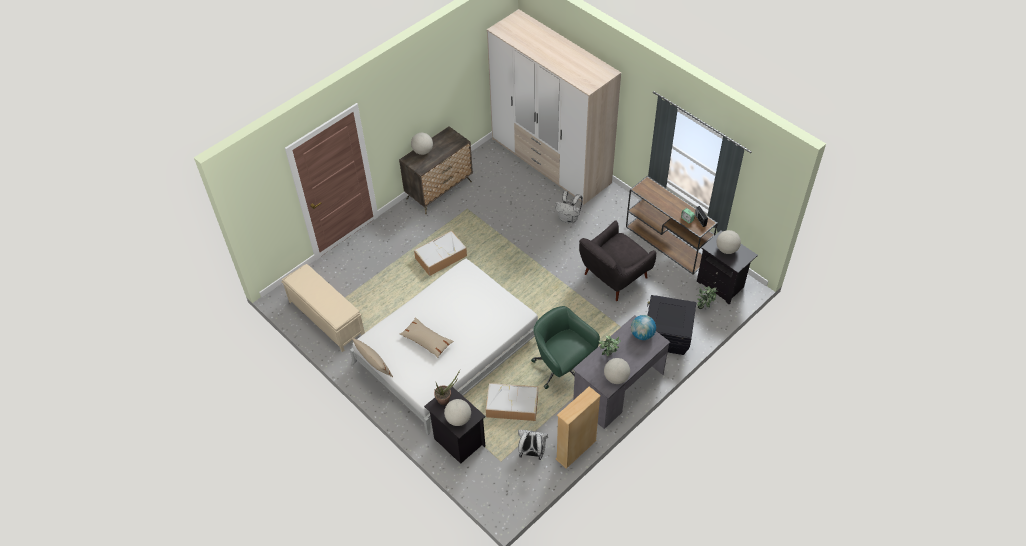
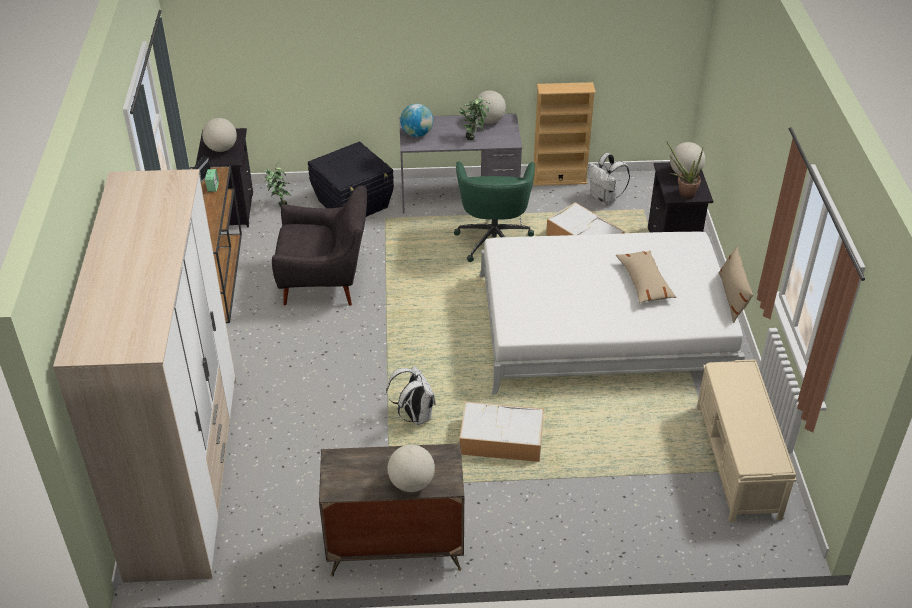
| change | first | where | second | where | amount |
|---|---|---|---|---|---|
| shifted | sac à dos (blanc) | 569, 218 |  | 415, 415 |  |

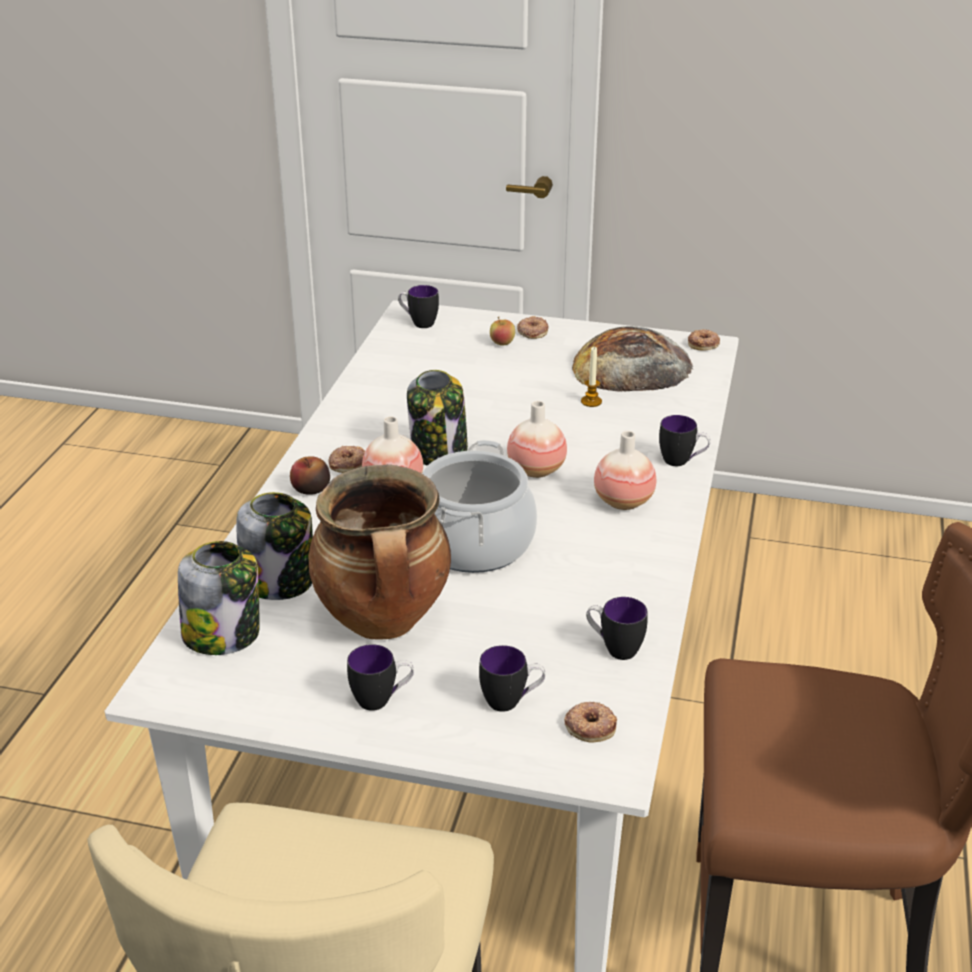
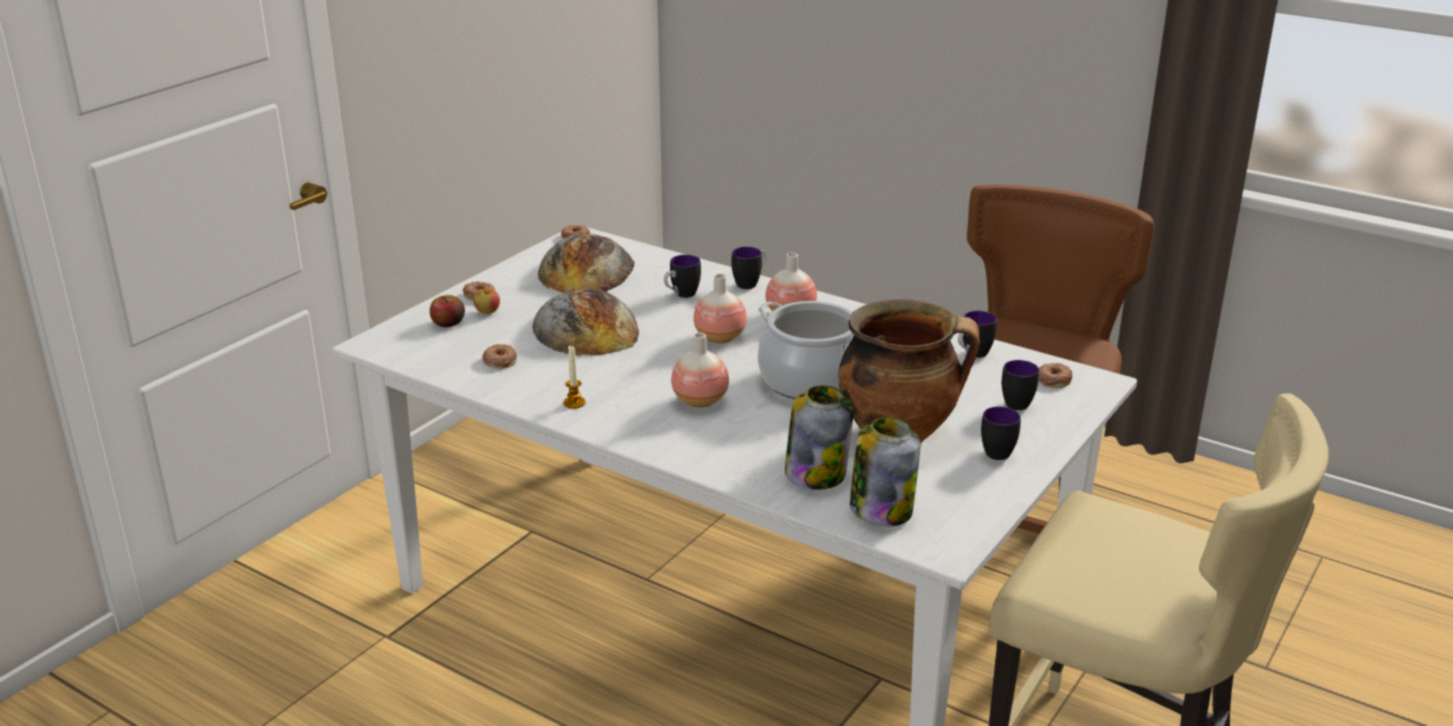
| change | first | where | second | where | amount |
|---|---|---|---|---|---|
| shifted | mug | 418, 323 |  | 681, 295 |  |
| shifted | bougie | 591, 401 |  | 574, 403 |  |
| gone | bocal | 439, 452 |  |  |  |
| shifted | beignet | 347, 463 |  | 500, 360 |  |
| shifted | pomme | 311, 489 |  | 448, 323 |  |
| new |  |  | pain | 586, 328 |  |

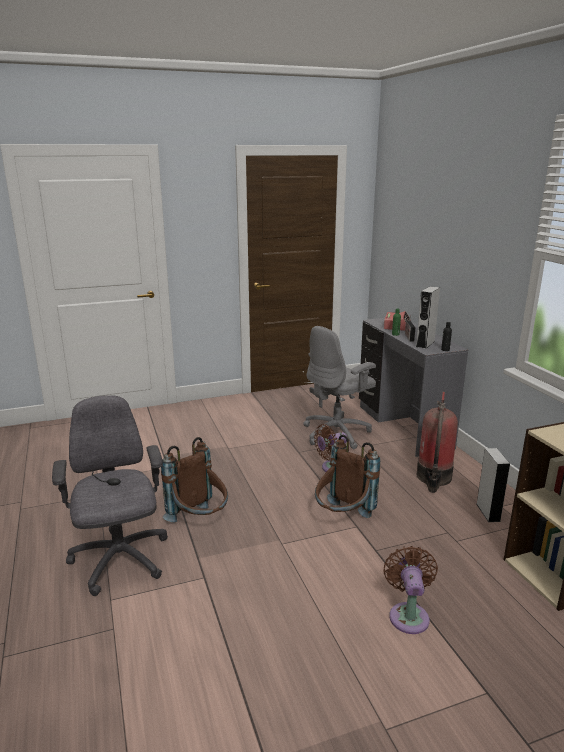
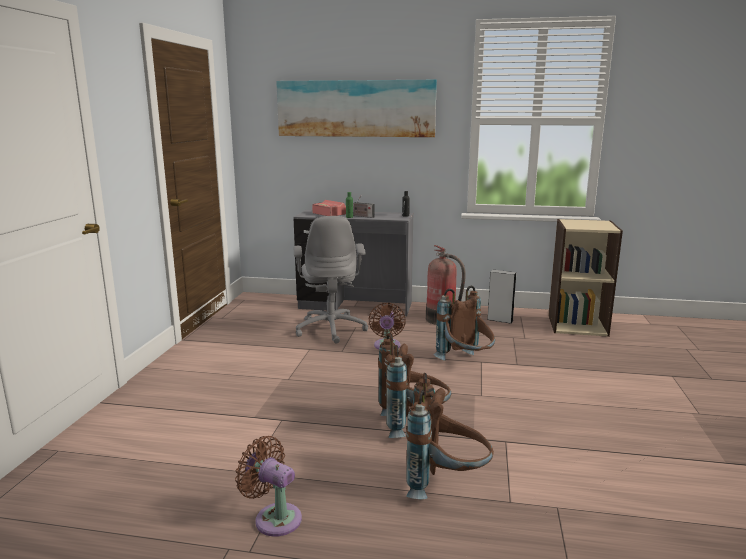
| change | first | where | second | where | amount |
|---|---|---|---|---|---|
| gone | enceinte (gris) | 425, 344 |  |  |  |
| swapped | chaise de bureau (gris) | 120, 561 | sac à dos (marron) | 445, 484 |  |
| shifted | ventilateur (marron) | 408, 614 |  | 274, 517 |  |
| new |  |  | tableau | 355, 108 |  |

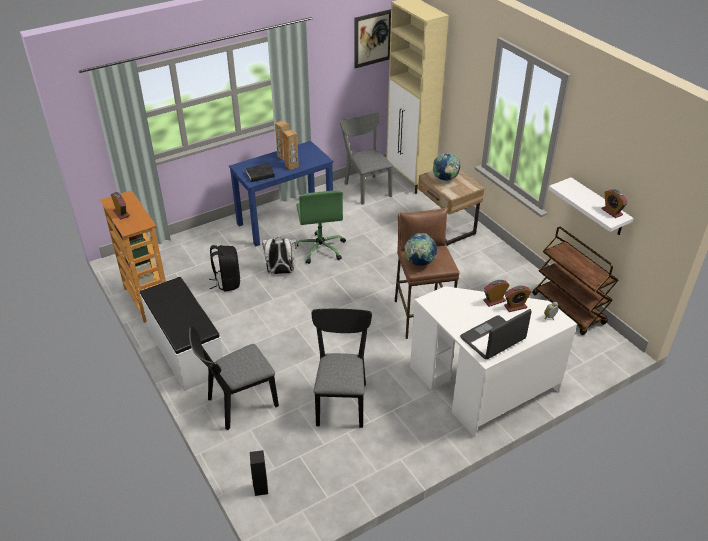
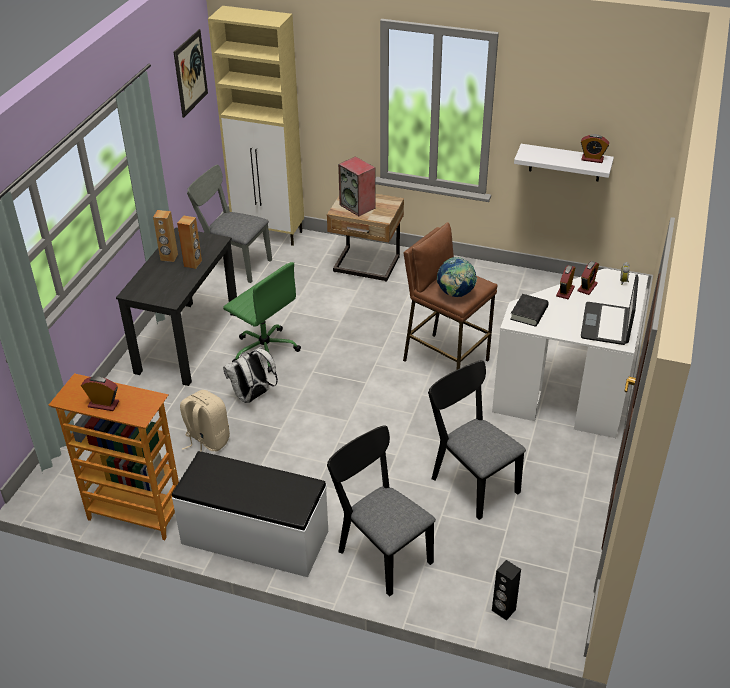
| change | first | where | second | where | amount |
|---|---|---|---|---|---|
| repainted | bureau (bleu) | 285, 221 | bureau (noir) | 188, 341 |  |
| swapped | globe | 445, 179 | enceinte | 358, 206 |  |
| shifted | livre (noir) | 260, 175 |  | 529, 313 |  |
| gone | chariot (marron) | 569, 309 |  |  |  |
| repainted | sac à dos (noir) | 227, 282 | sac à dos (beige) | 206, 441 |  |
| rotated | chaise (noir) | 237, 404 |  | 380, 552 | 120 degrees clockwise |

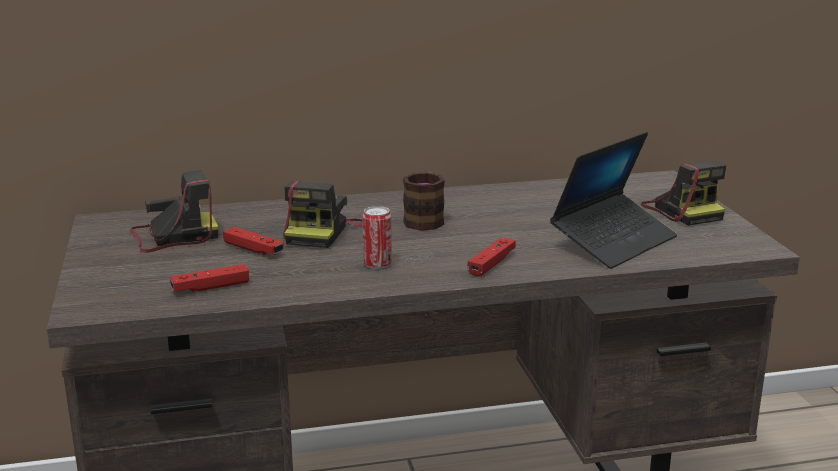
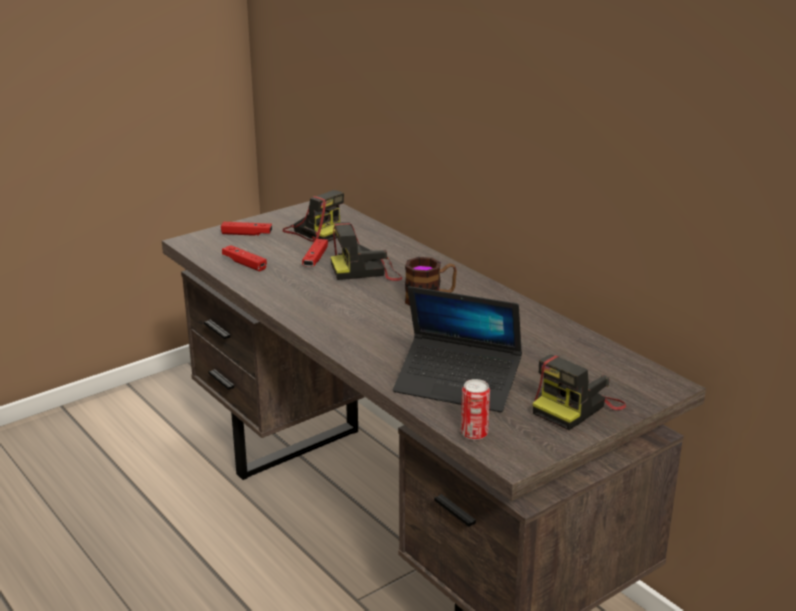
| change | first | where | second | where | amount |
|---|---|---|---|---|---|
| shifted | boîte métallique | 377, 264 |  | 474, 434 |  |
| shifted | manette (rouge) | 491, 264 |  | 246, 234 |  |

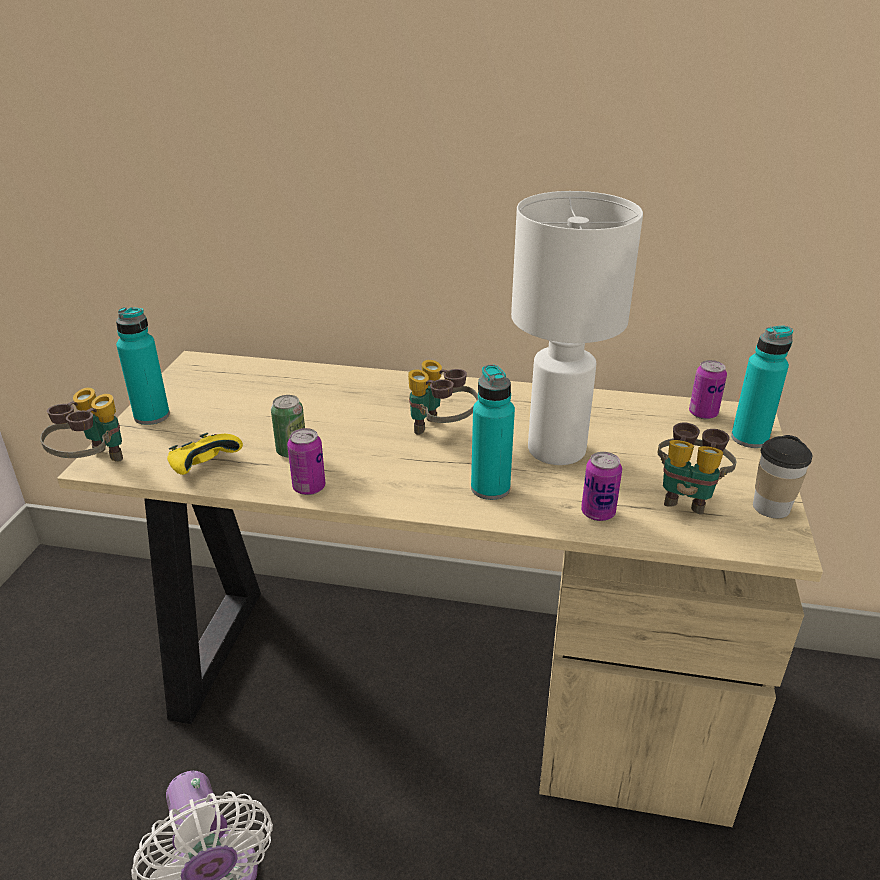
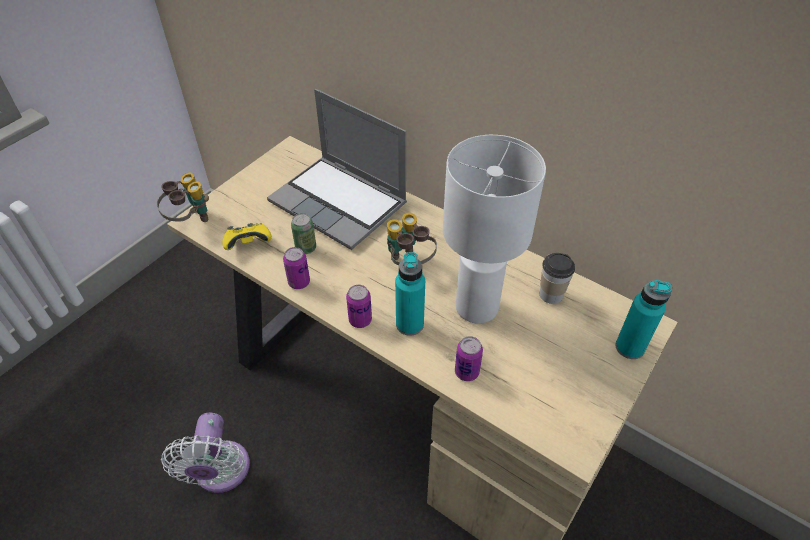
| change | first | where | second | where | amount |
|---|---|---|---|---|---|
| gone | bouteille (turquoise) | 152, 416 |  |  |  |
| shifted | boîte métallique | 703, 413 |  | 360, 320 |  |
| gone | jumelles | 687, 497 |  |  |  |
| shifted | tasse | 771, 507 |  | 551, 294 |  |
| new |  |  | ordinateur portable | 340, 203 |  |

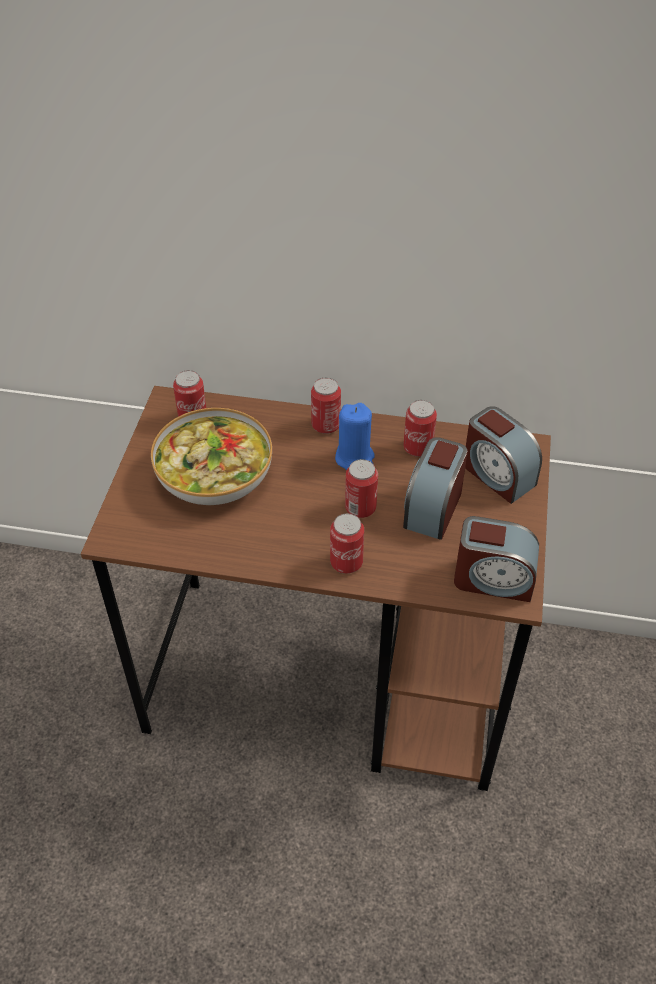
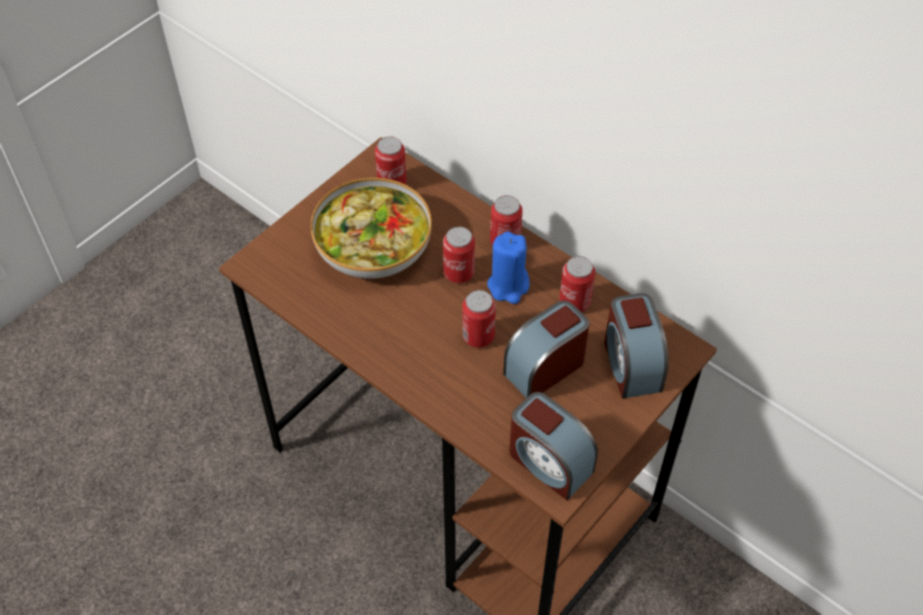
| change | first | where | second | where | amount |
|---|---|---|---|---|---|
| shifted | boîte métallique | 346, 562 |  | 459, 273 |  |

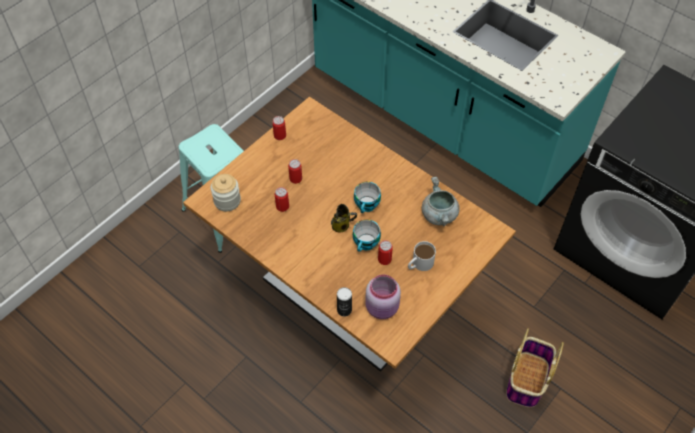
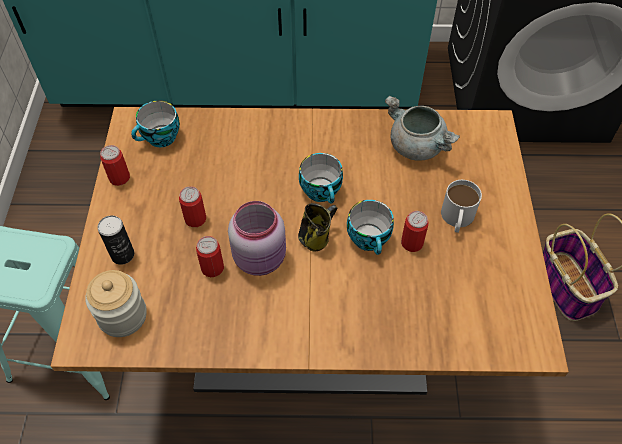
| change | first | where | second | where | amount |
|---|---|---|---|---|---|
| shifted | bocal (rose) | 382, 308 |  | 261, 258 |  |
| shifted | boîte métallique | 344, 310 |  | 122, 255 |  |
| new |  |  | tasse | 160, 138 |  |

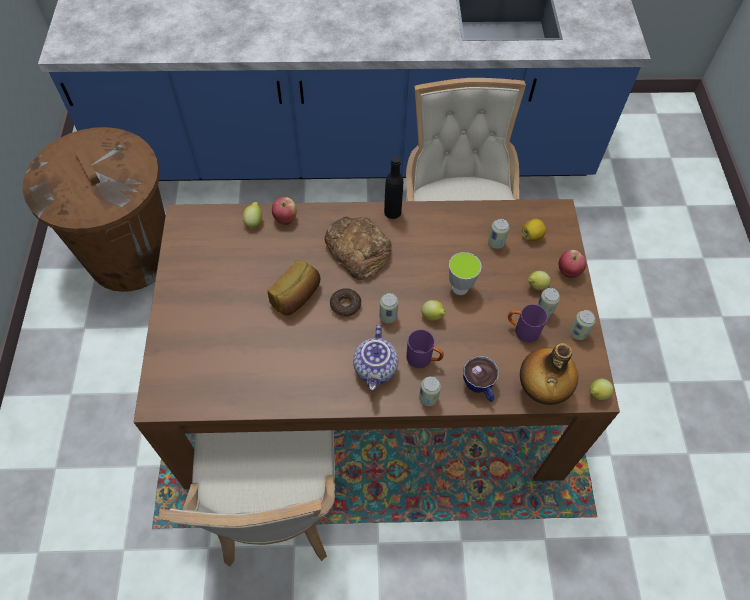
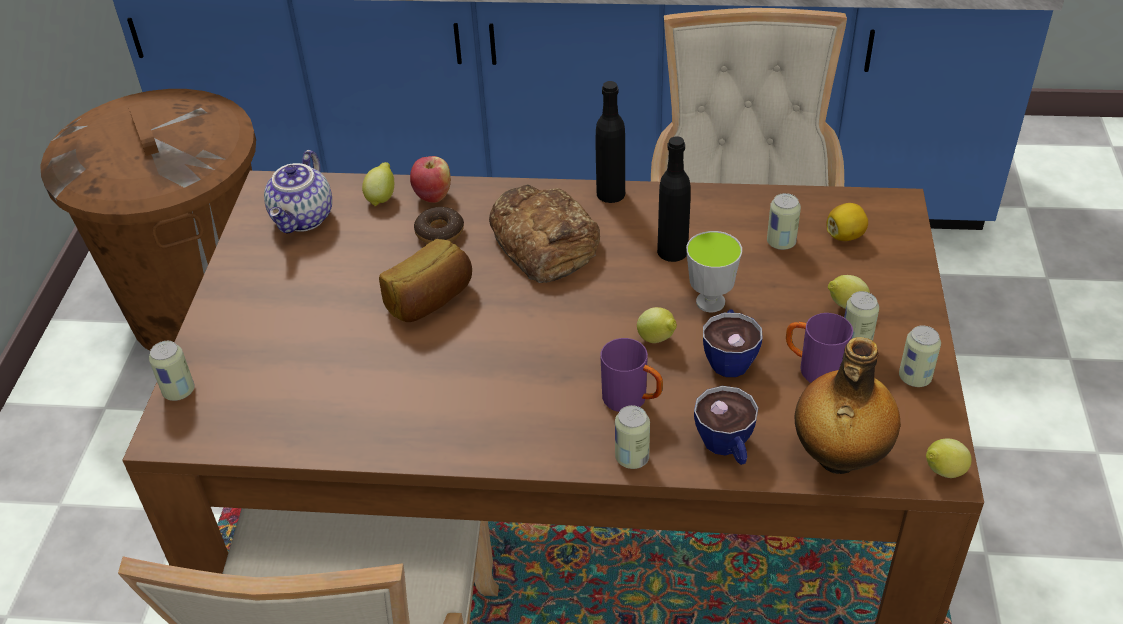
| change | first | where | second | where | amount |
|---|---|---|---|---|---|
| gone | pomme | 568, 271 |  |  |  |
| shifted | beignet | 345, 305 |  | 439, 232 |  |
| shifted | boîte métallique | 388, 316 |  | 179, 391 |  |
| shifted | théière | 376, 369 |  | 304, 219 |  |
| new |  |  | bouteille (noir) | 672, 251 |  |
| new |  |  | tasse | 729, 357 |  |

